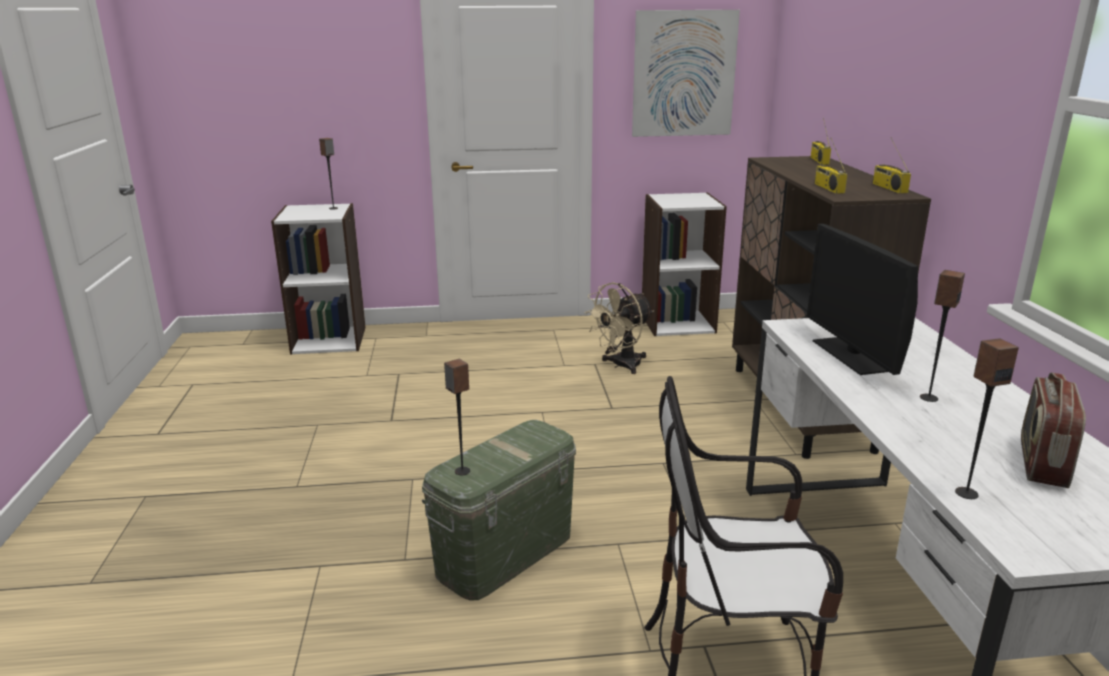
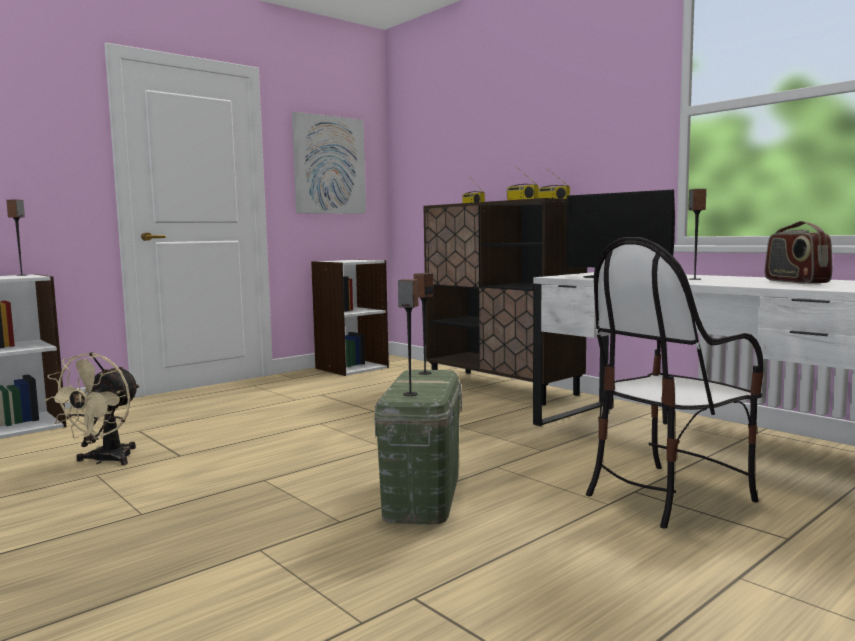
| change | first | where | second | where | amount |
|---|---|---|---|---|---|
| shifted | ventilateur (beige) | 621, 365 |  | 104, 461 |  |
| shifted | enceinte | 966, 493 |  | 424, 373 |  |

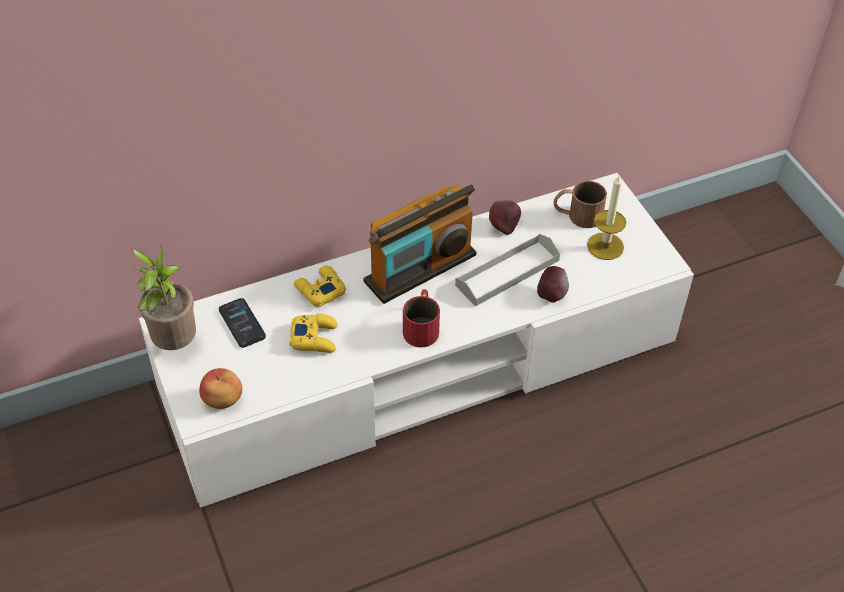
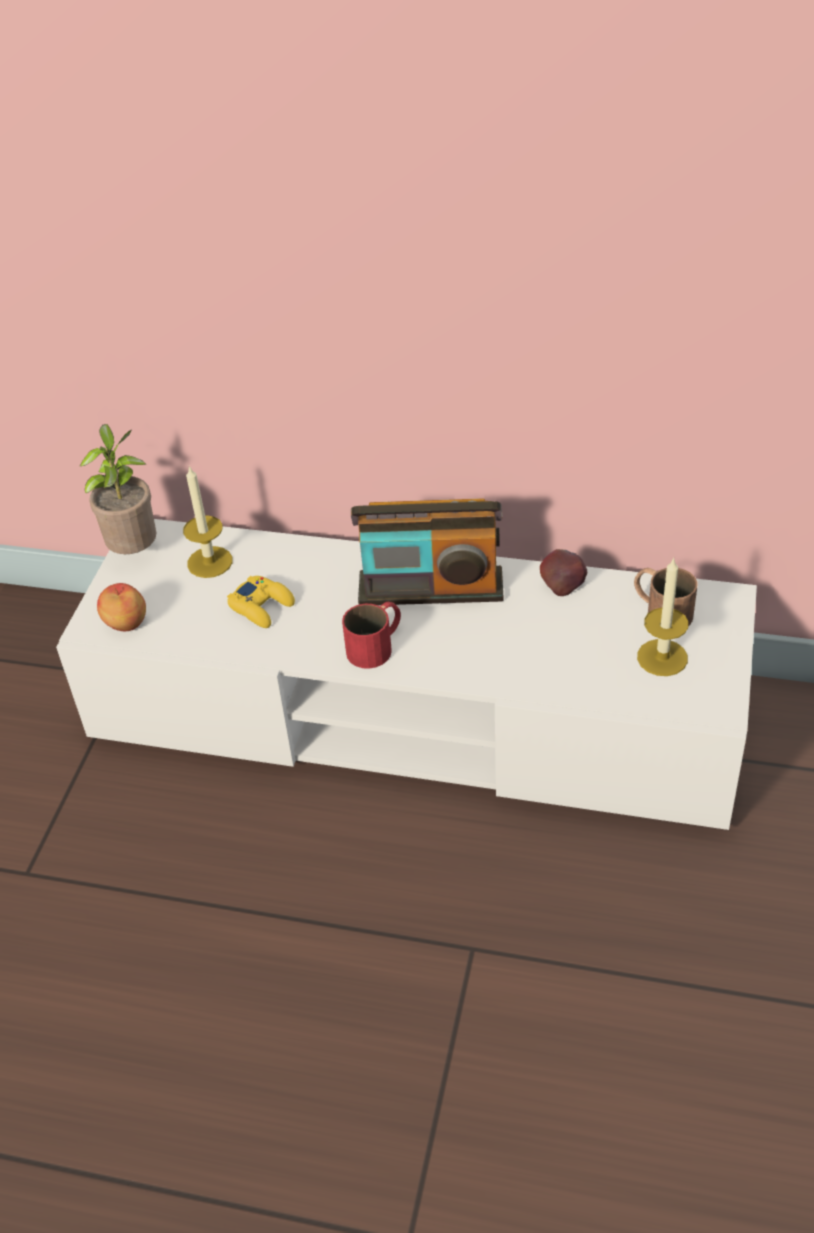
| change | first | where | second | where | amount |
|---|---|---|---|---|---|
| gone | plateau (gris) | 507, 273 |  |  |  |
| gone | manette (jaune) | 320, 290 |  |  |  |
| gone | pomme | 551, 294 |  |  |  |
| swapped | téléphone | 242, 323 | bougie | 210, 562 |  |

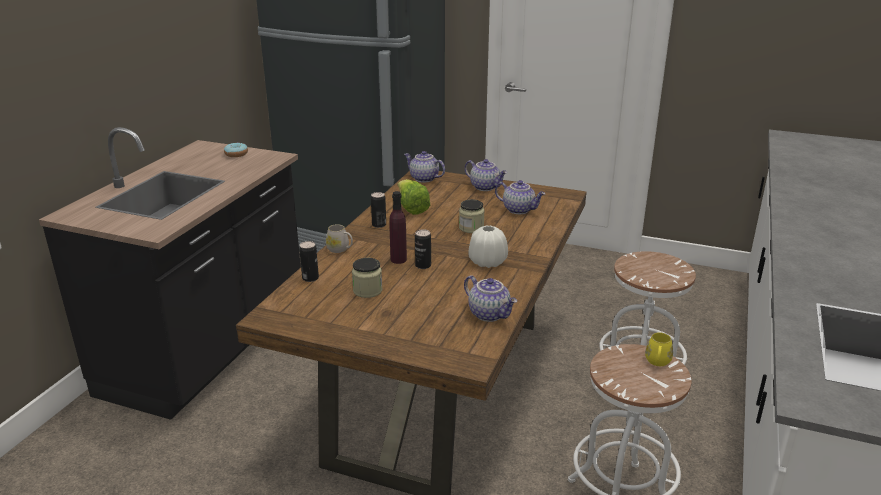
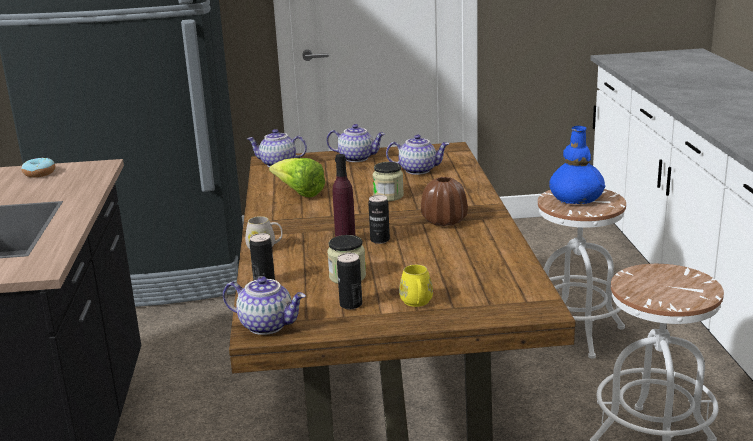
| change | first | where | second | where | amount |
|---|---|---|---|---|---|
| shifted | boîte métallique | 379, 225 |  | 351, 304 |  |
| repainted | vase (blanc) | 487, 262 | vase (marron) | 444, 221 |  |
| shifted | théière | 490, 314 |  | 267, 325 |  |
| shifted | mug (jaune) | 657, 362 |  | 417, 303 |  |
| new |  |  | vase (bleu) | 576, 198 |  |

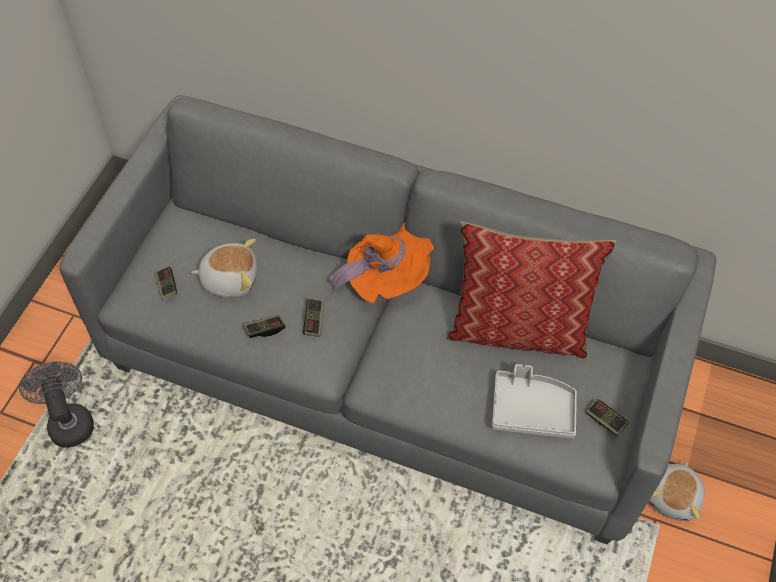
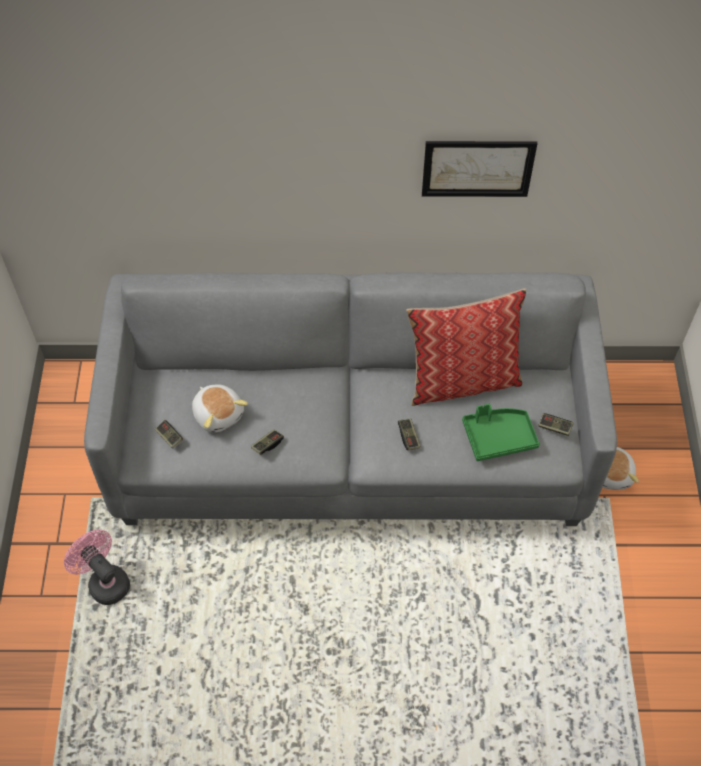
| change | first | where | second | where | amount |
|---|---|---|---|---|---|
| gone | chapeau (orange) | 385, 278 |  |  |  |
| rotated | peluche | 230, 278 |  | 219, 414 | 75 degrees clockwise |
| shifted | manette | 314, 321 |  | 408, 437 |  |
| repainted | ventilateur (gris) | 69, 420 | ventilateur (rose) | 105, 581 |  |
| repainted | plateau (gris) | 532, 409 | plateau (vert) | 498, 437 |  |
| new |  |  | tableau | 477, 168 |  |

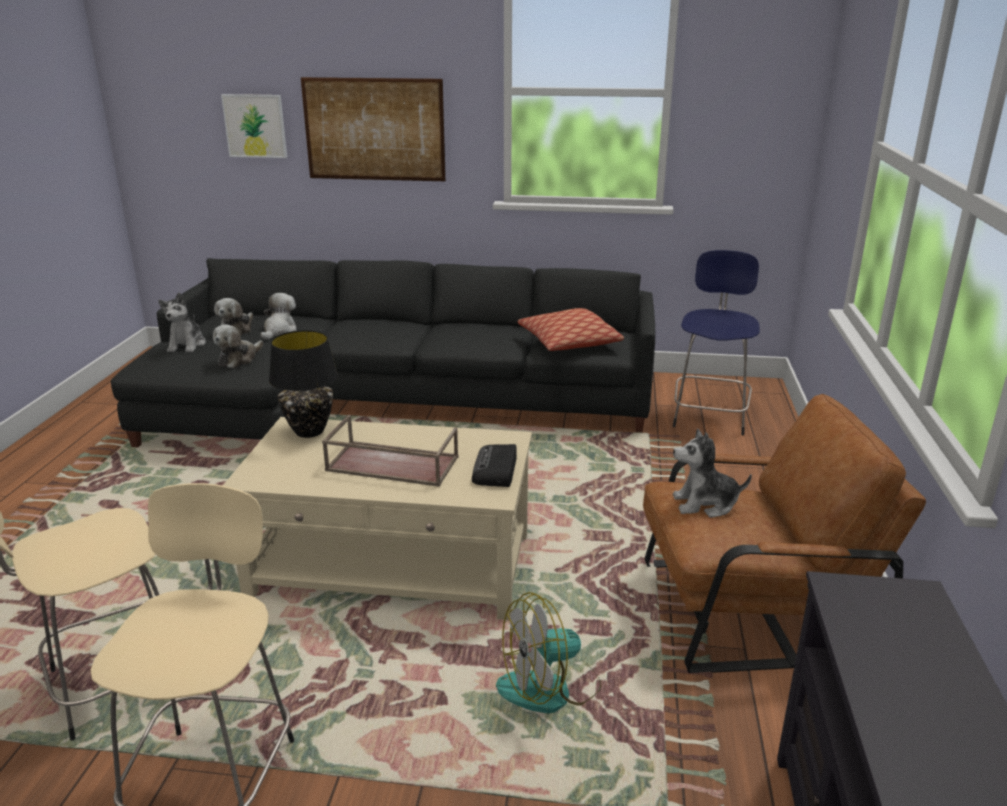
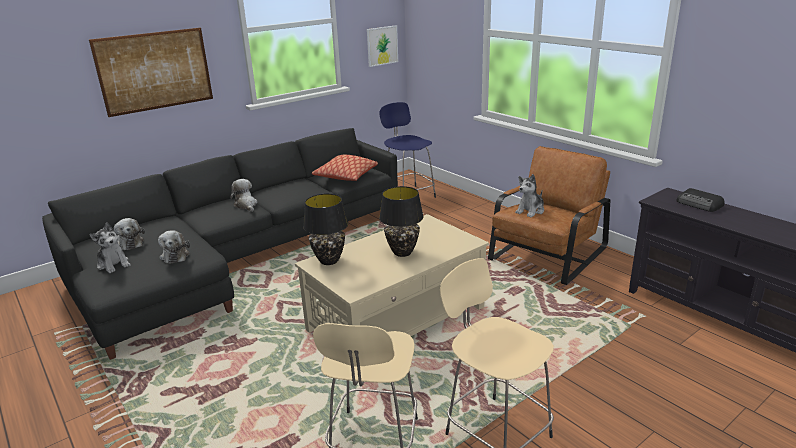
| change | first | where | second | where | amount |
|---|---|---|---|---|---|
| shifted | tableau | 255, 126 |  | 382, 45 |  |
| shifted | peluche | 279, 331 |  | 246, 205 |  |
| swapped | plateau (marron) | 391, 464 | lampe de table (noir) | 402, 253 |  |
| shifted | radio | 495, 471 |  | 699, 204 |  |
| gone | ventilateur | 550, 688 |  |  |  |

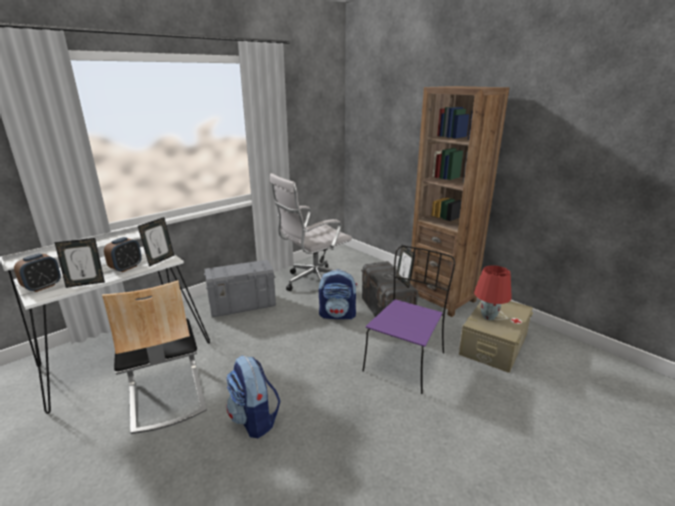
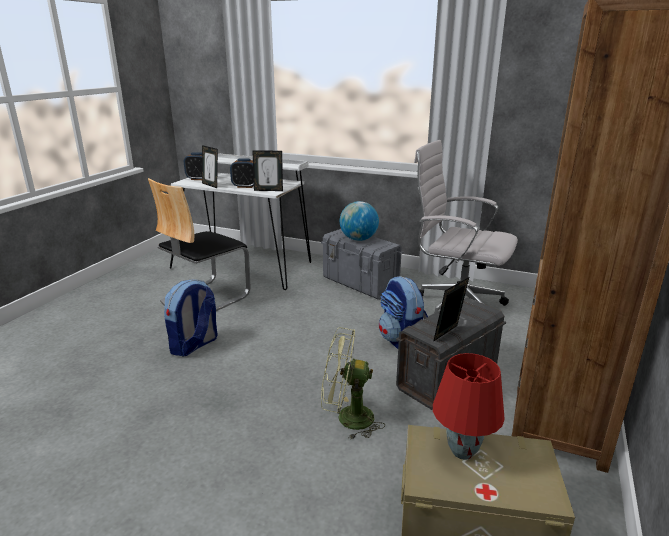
| change | first | where | second | where | amount |
|---|---|---|---|---|---|
| swapped | chaise (violet) | 405, 361 | ventilateur (vert) | 347, 418 |  |
| new |  |  | globe | 358, 239 |  |

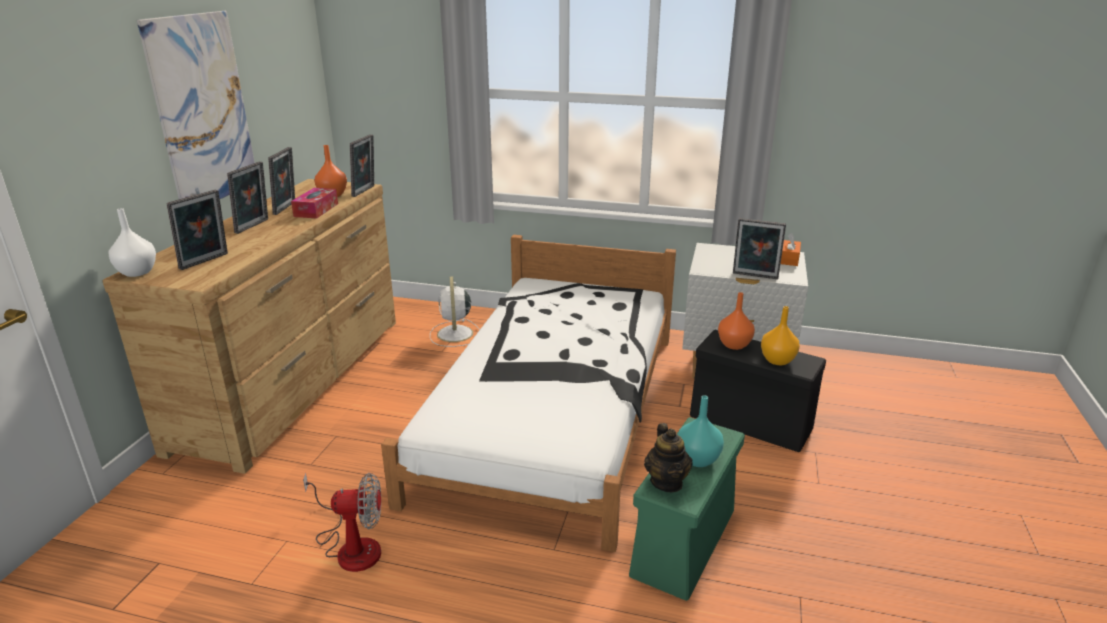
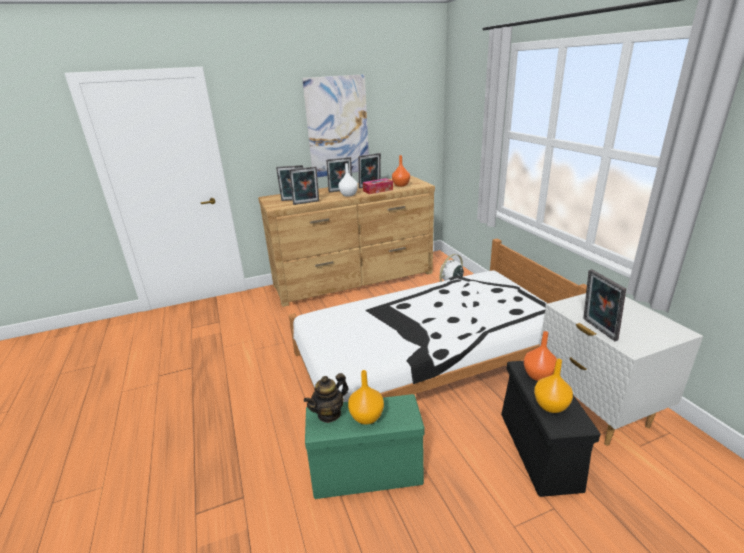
| change | first | where | second | where | amount |
|---|---|---|---|---|---|
| shifted | cadre photo | 365, 191 |  | 306, 203 |  |
| shifted | vase (blanc) | 137, 273 |  | 348, 195 |  |
| gone | boîte à mouchoirs (orange) | 789, 259 |  |  |  |
| repainted | vase (turquoise) | 697, 460 | vase (orange) | 366, 417 |  |
| gone | ventilateur | 351, 546 |  |  |  |

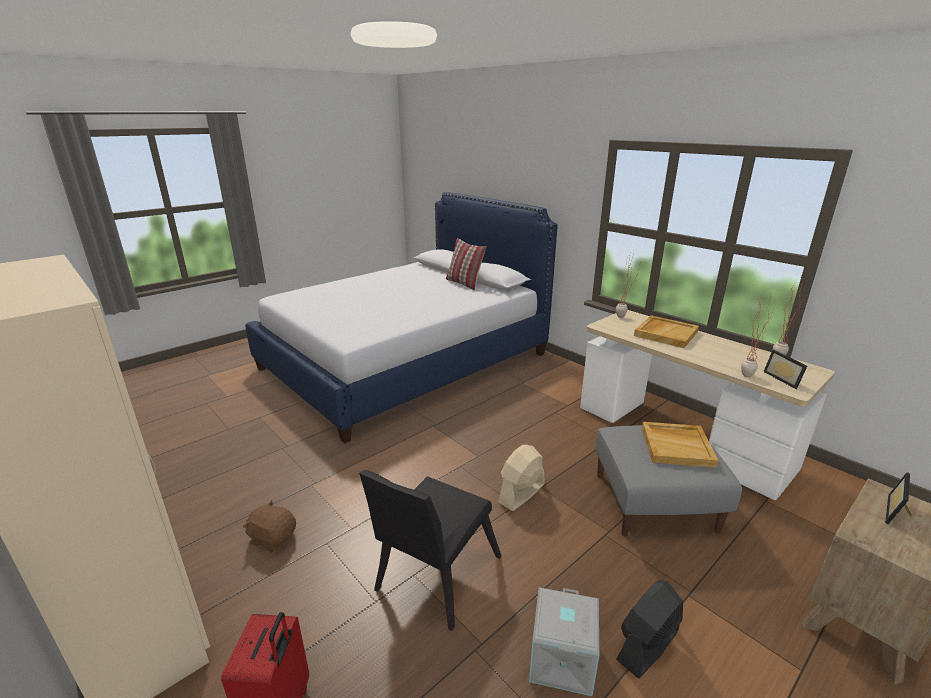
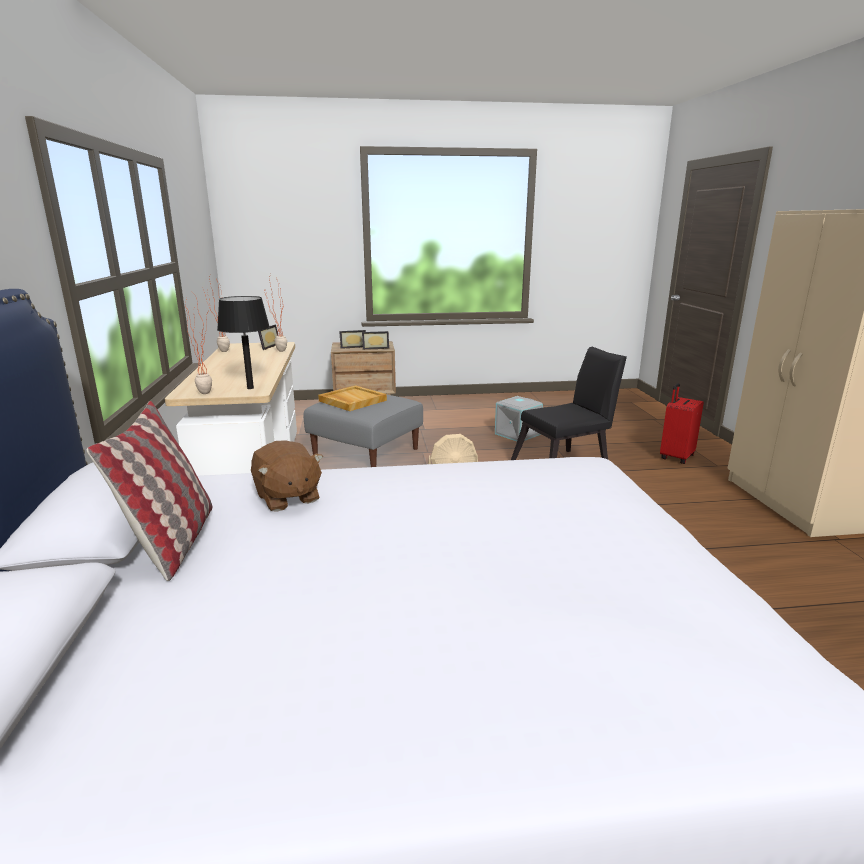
| change | first | where | second | where | amount |
|---|---|---|---|---|---|
| gone | plateau (beige) | 665, 333 |  |  |  |
| shifted | peluche (marron) | 273, 538 |  | 287, 498 |  |
| gone | ventilateur (noir) | 647, 645 |  |  |  |
| new |  |  | lampe de table (noir) | 250, 388 |  |
| new |  |  | cadre photo | 375, 348 |  |

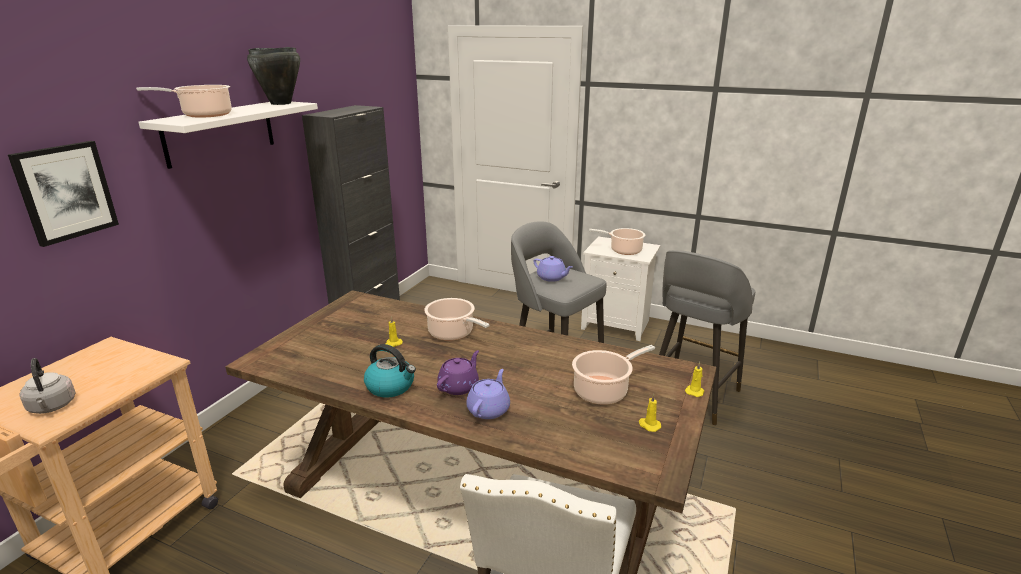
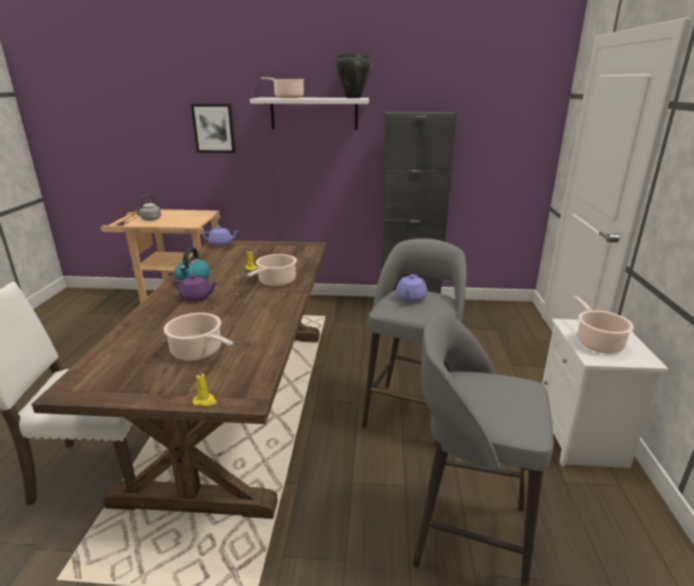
| change | first | where | second | where | amount |
|---|---|---|---|---|---|
| shifted | théière (violet) | 489, 409 |  | 221, 244 |  |
| gone | bougie (jaune) | 649, 425 |  |  |  |

